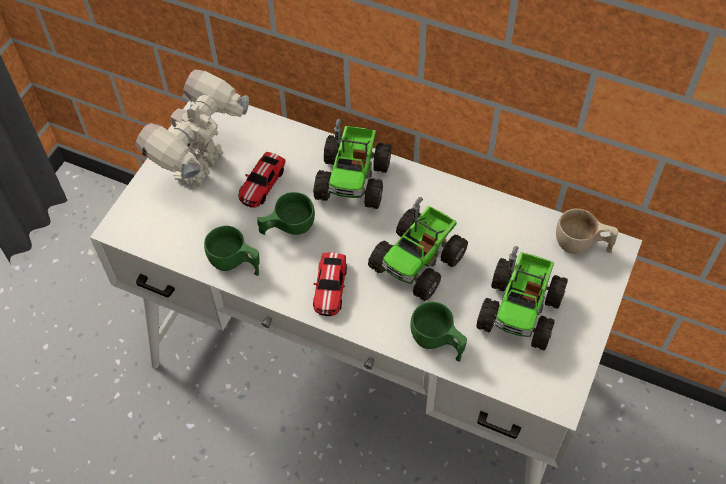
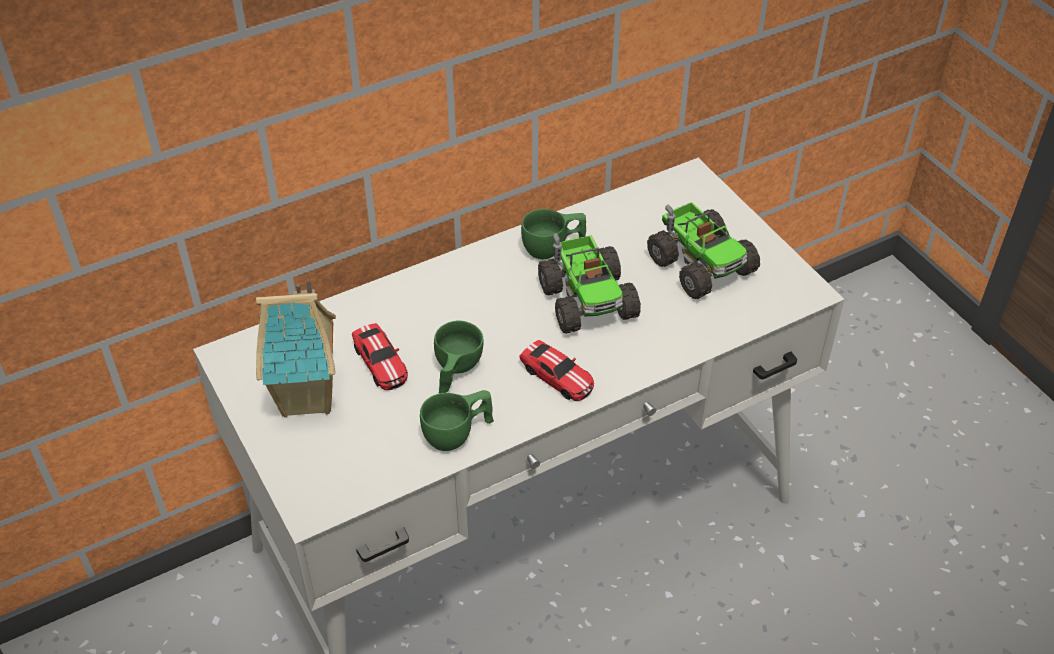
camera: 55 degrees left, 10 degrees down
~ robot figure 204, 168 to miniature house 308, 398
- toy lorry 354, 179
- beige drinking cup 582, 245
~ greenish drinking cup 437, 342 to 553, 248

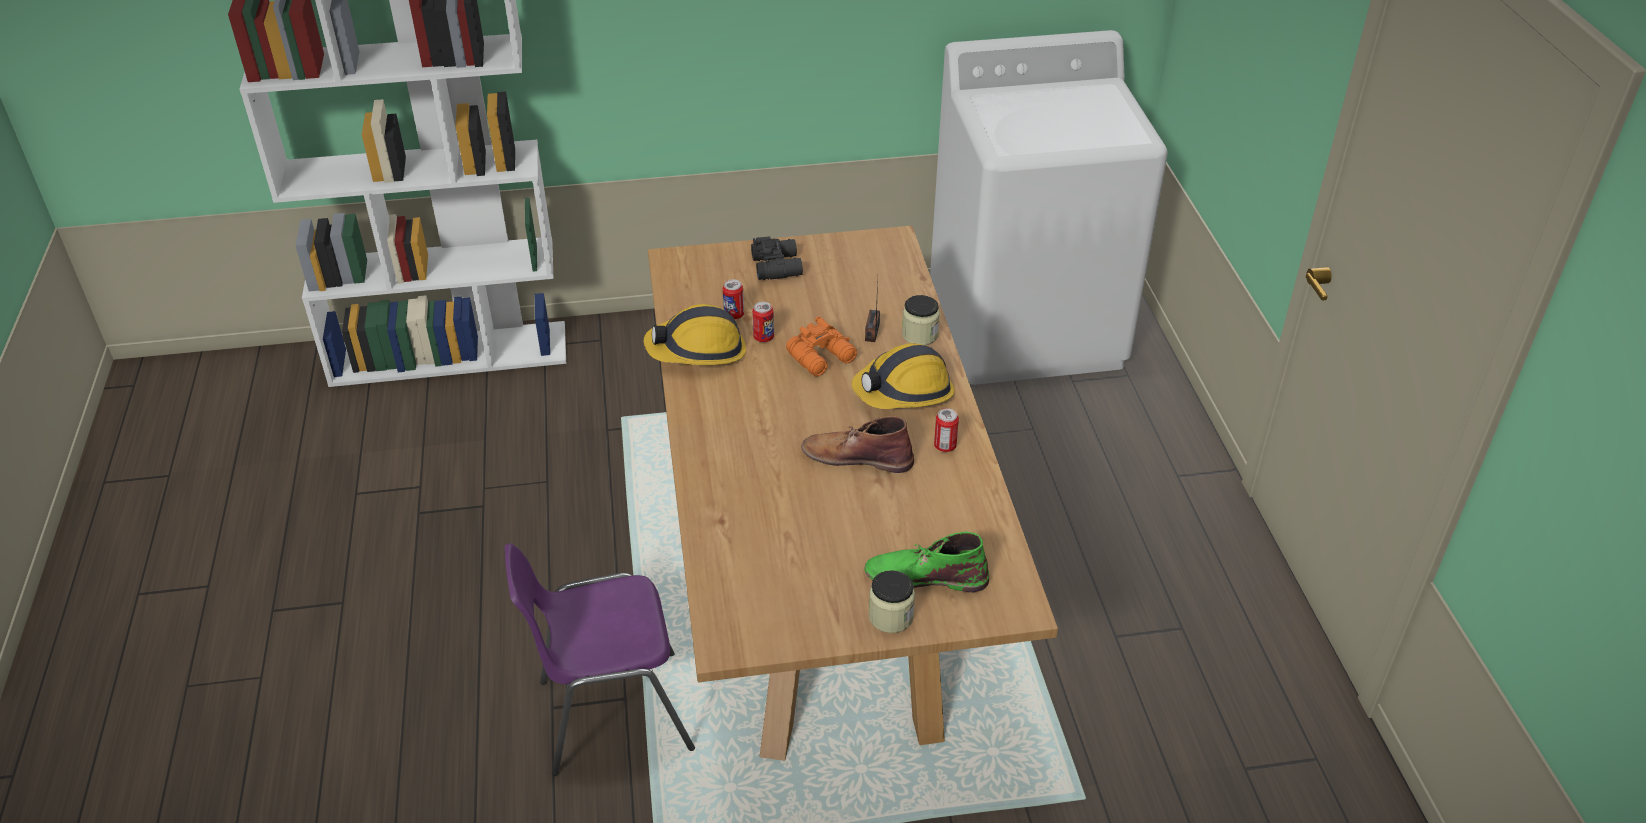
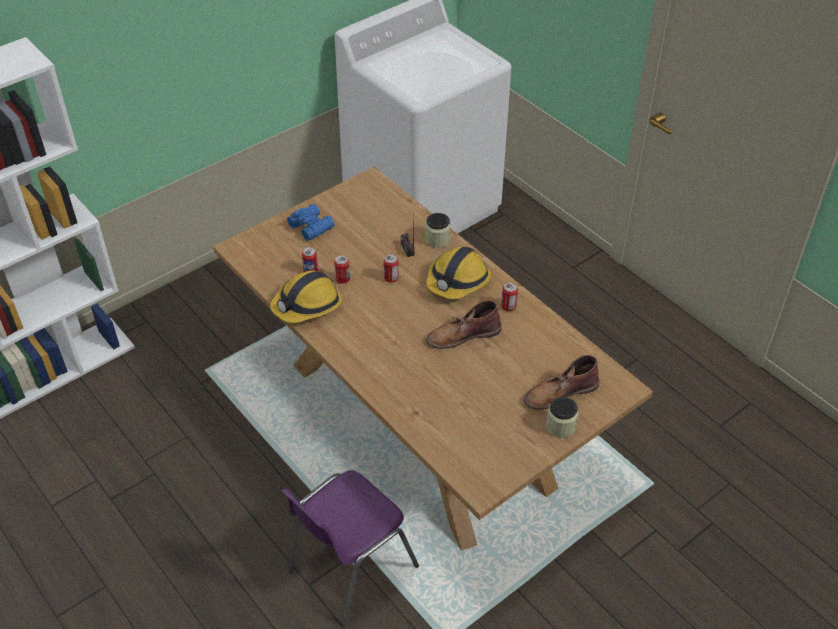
camera: 30 degrees left, 5 degrees up
~ black binoculars 778, 266 to bluish binoculars 311, 226
~ orange binoculars 823, 358 to metal can 391, 278
~ greenish boot 925, 575 to brown-coloured boot 560, 392

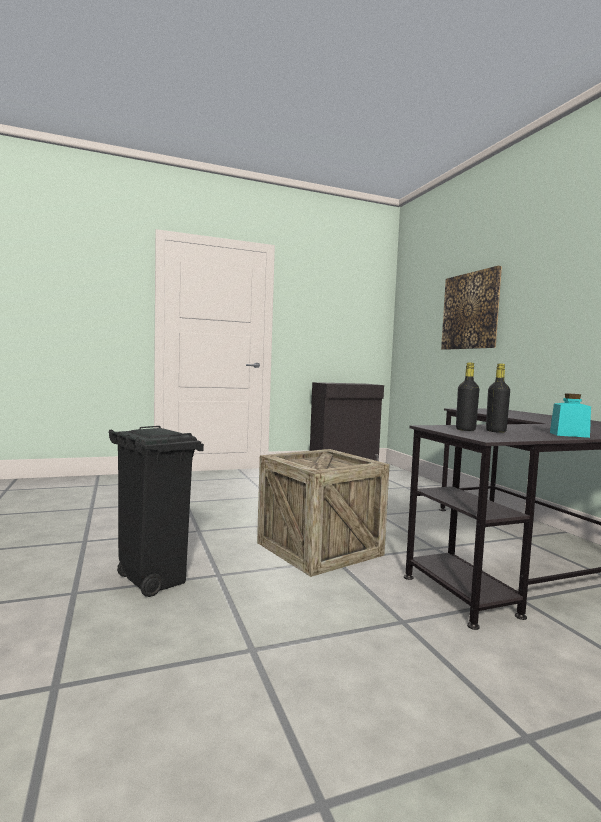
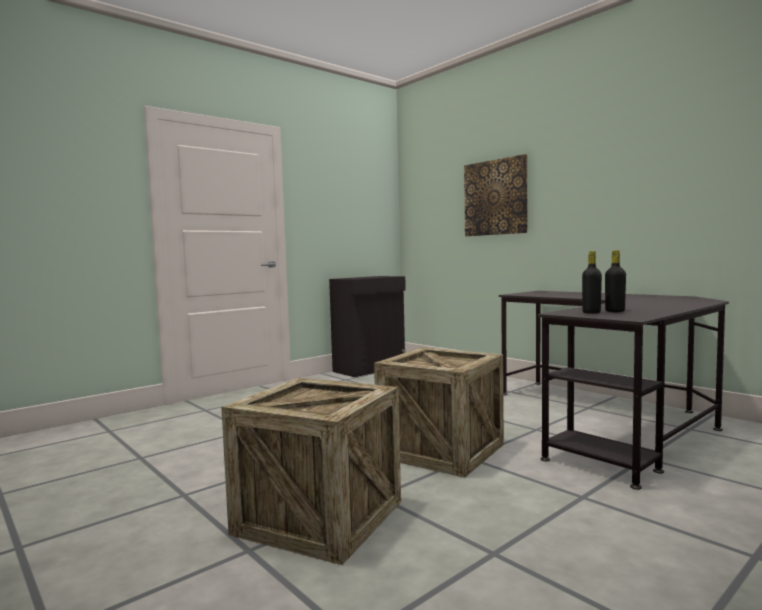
camera: 20 degrees left, 0 degrees up
- blue-green preserve jar 569, 435
~ black rubbish bin 152, 581 to crate 319, 517

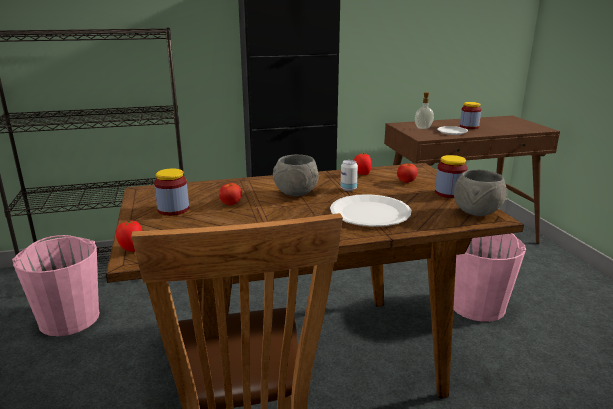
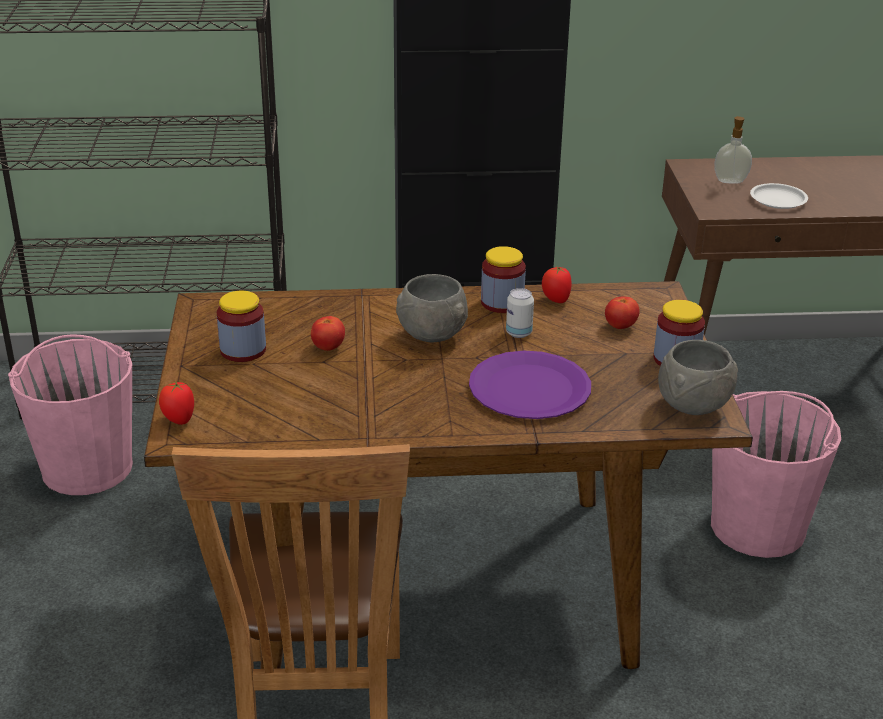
camera: 10 degrees right, 10 degrees up
~ preserve jar 469, 127 to 502, 303
~ white-coloured flat dish 370, 213 to purple-coloured flat dish 529, 388

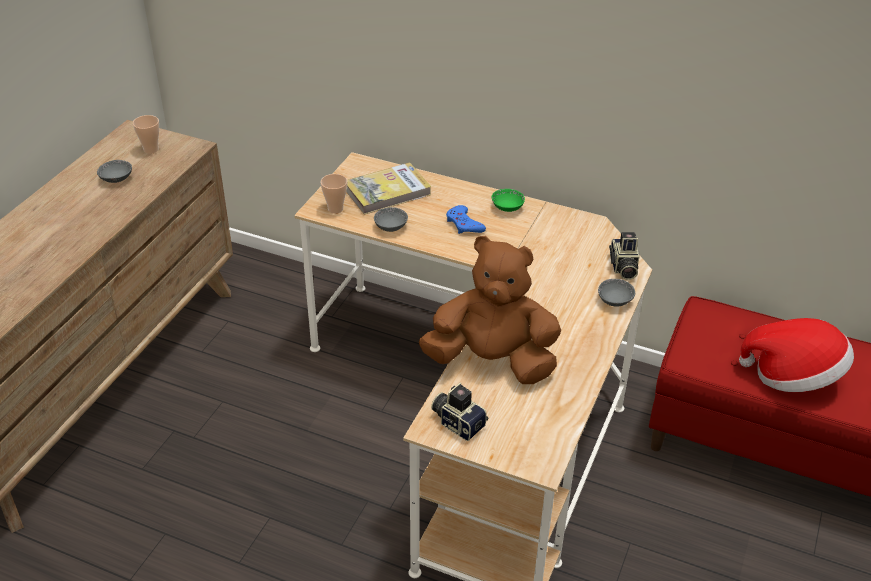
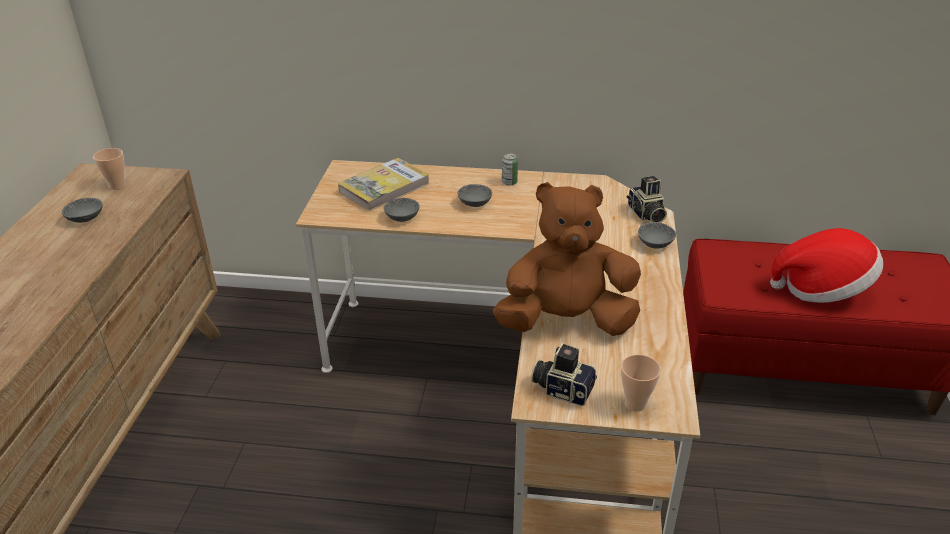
camera: 15 degrees left, 5 degrees down
~ drinking cup 335, 209 to 635, 404
~ greenish bowl 507, 207 to metal can 509, 182
~ bluish joypad 464, 224 to gray bowl 475, 203

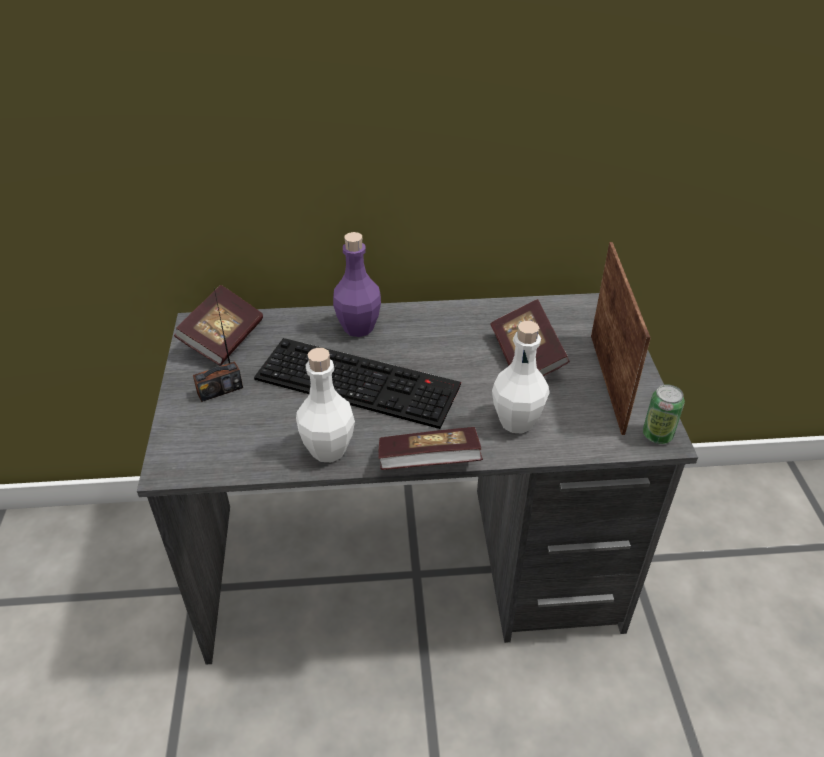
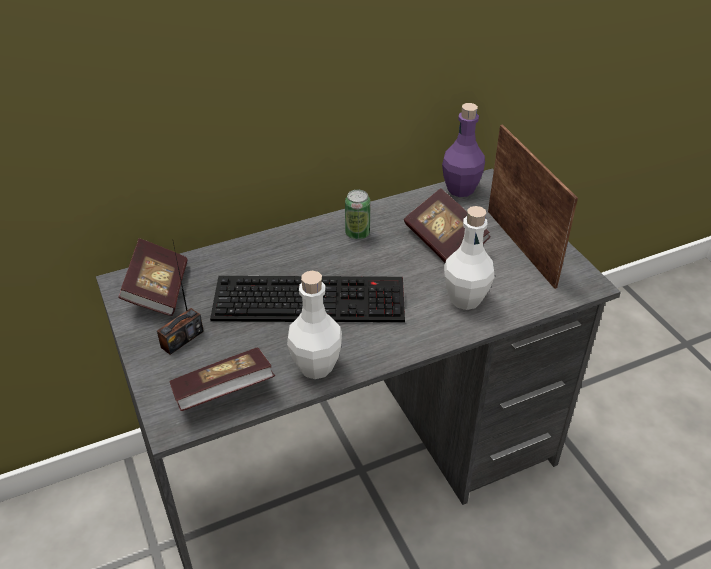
camera: 20 degrees left, 0 degrees up
~ purple-coloured drink bottle 358, 327 to 460, 189
~ metal can 657, 435 to 357, 233
~ bound book 429, 463 to 223, 392

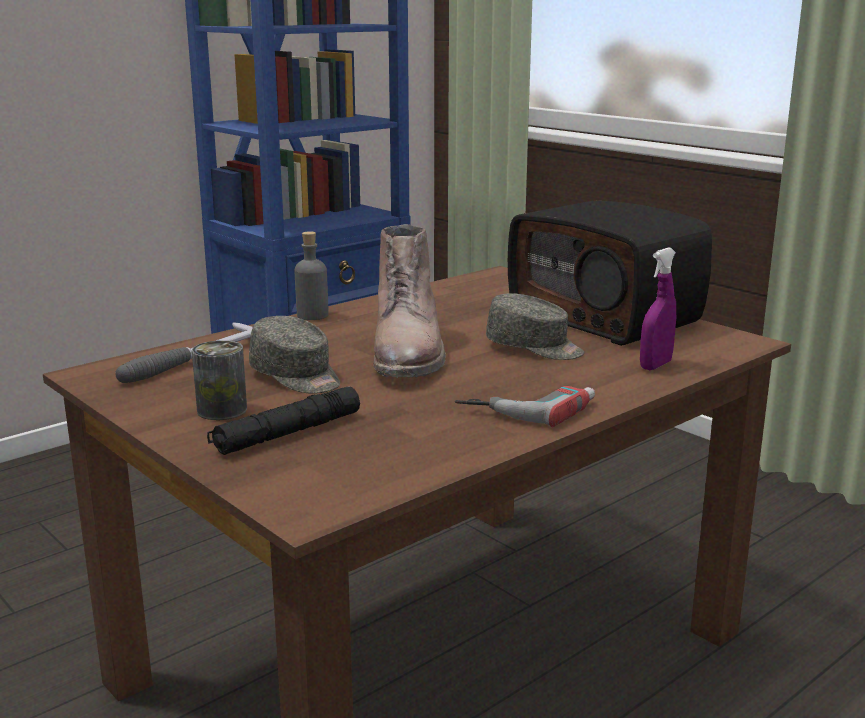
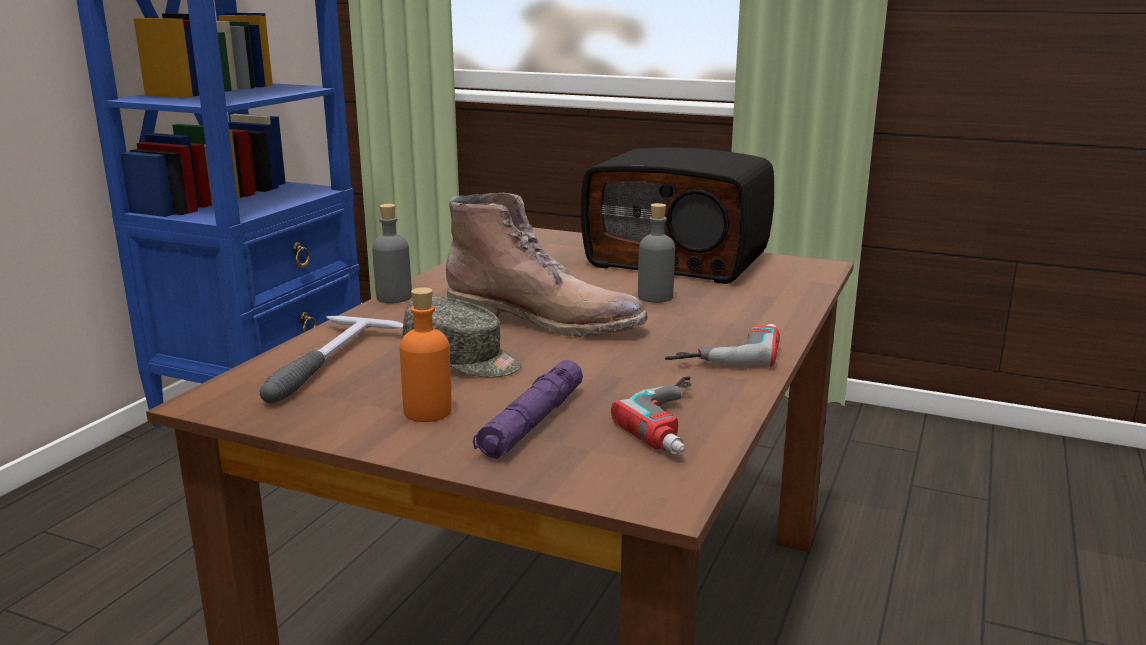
camera: 25 degrees left, 0 degrees up
~ brown-coloured boot 409, 353 = 546, 320 45 degrees counterclockwise
- purple-coloured hand sprayer 655, 365
~ gray cap 534, 348 to gray drink bottle 655, 297
~ metal can 222, 410 to orange drink bottle 428, 412
~ black flashlight 287, 433 to purple-coloured flashlight 532, 422
+ electric drill 681, 423

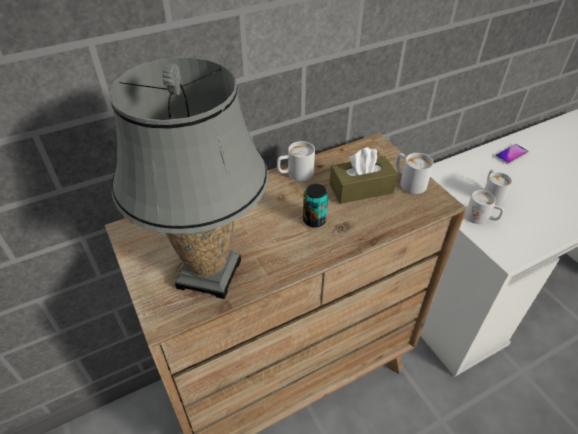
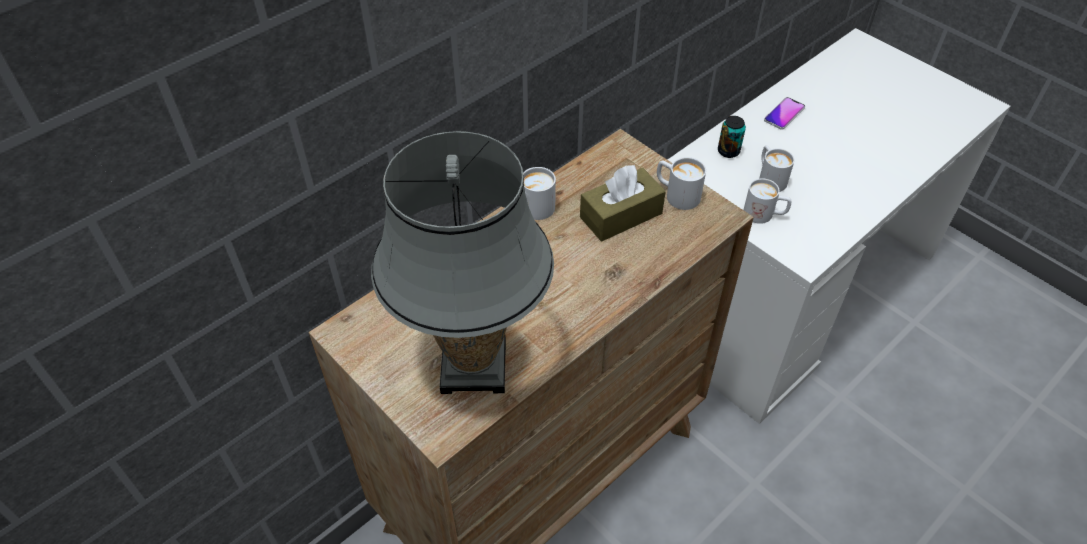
camera: 15 degrees left, 5 degrees up
~ metal can 314, 220 to 728, 151

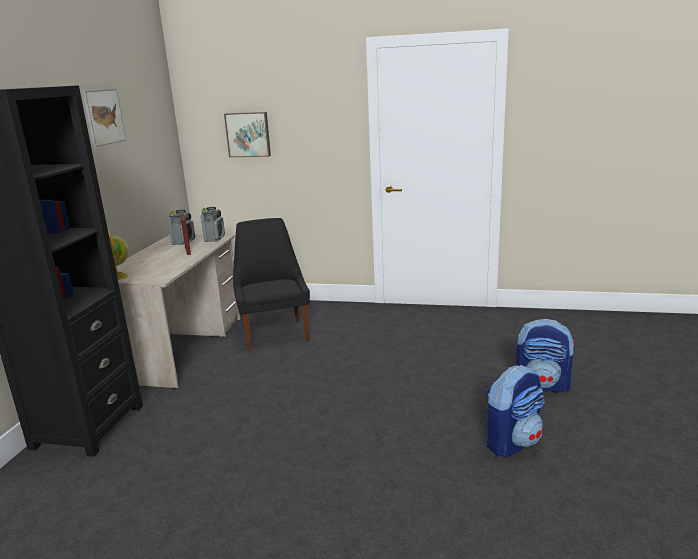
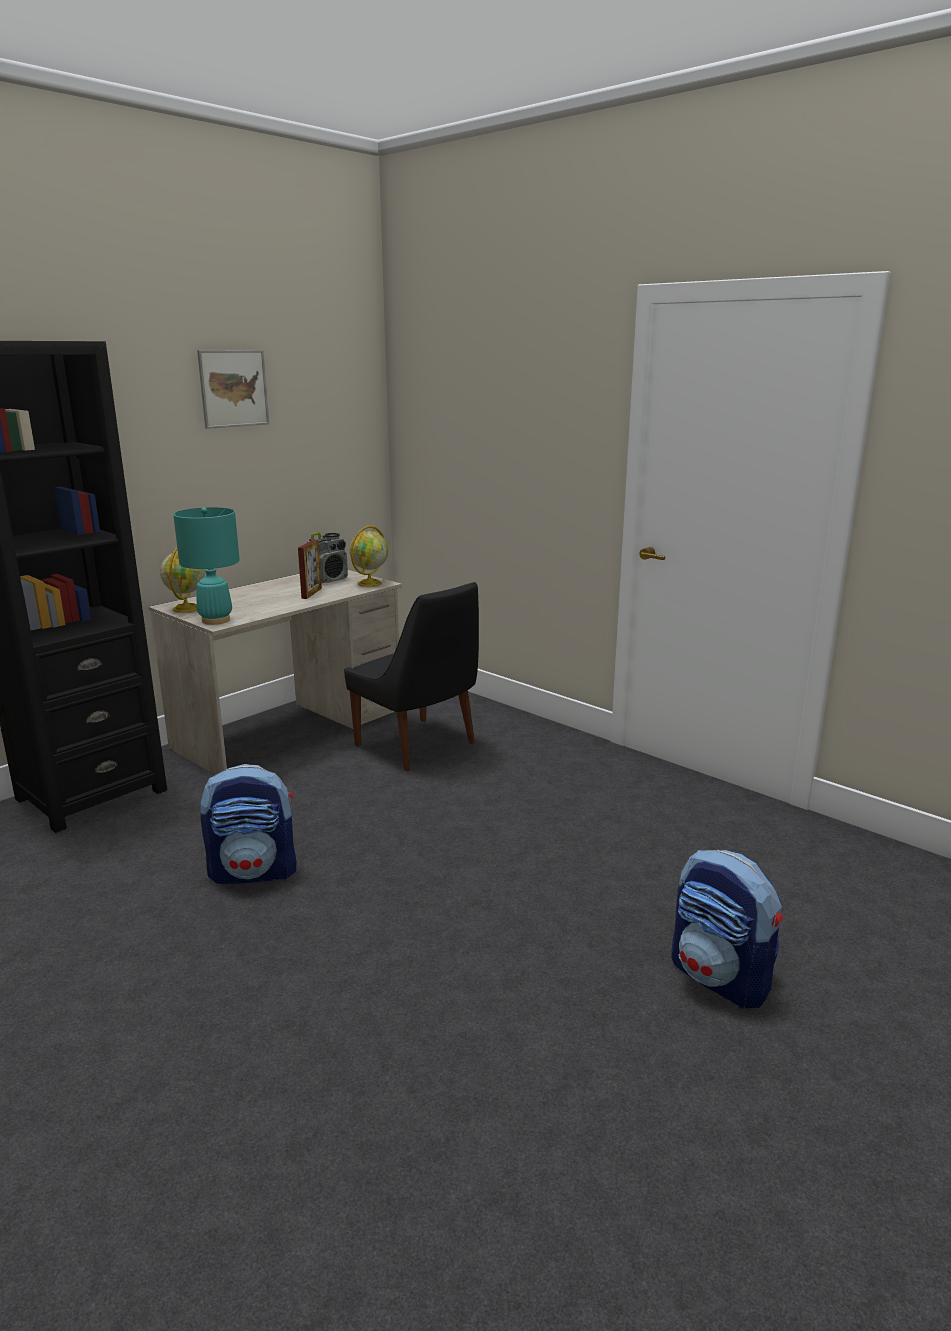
camera: 30 degrees right, 0 degrees up
- wall art 248, 134
~ radio receiver 215, 238 to world globe 370, 583
~ black upright chair 274, 334 = 418, 746 120 degrees clockwise
~ knapsack 512, 442 to 254, 872
+ blue-green table lamp 215, 620

